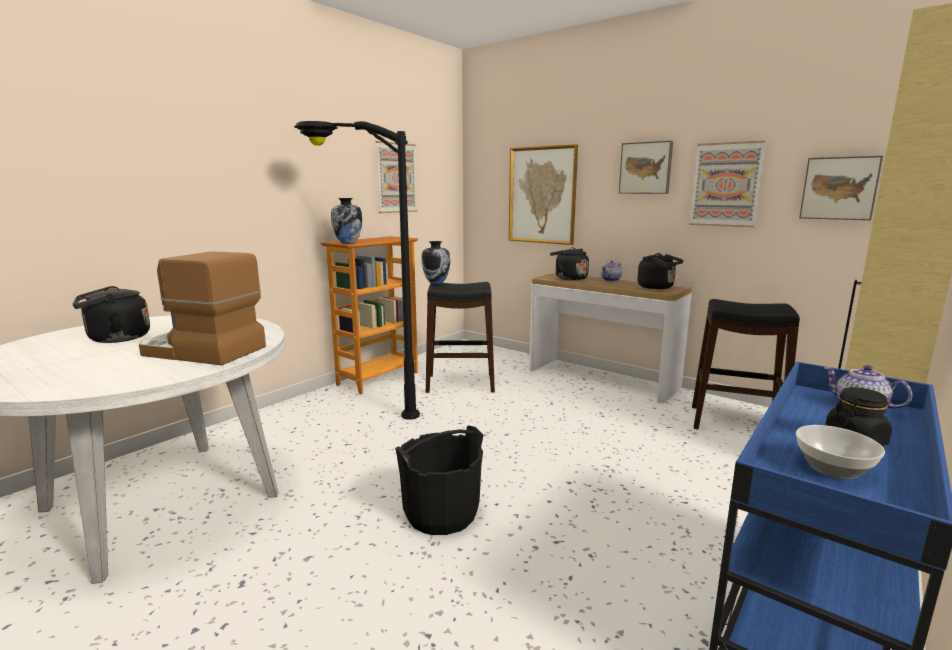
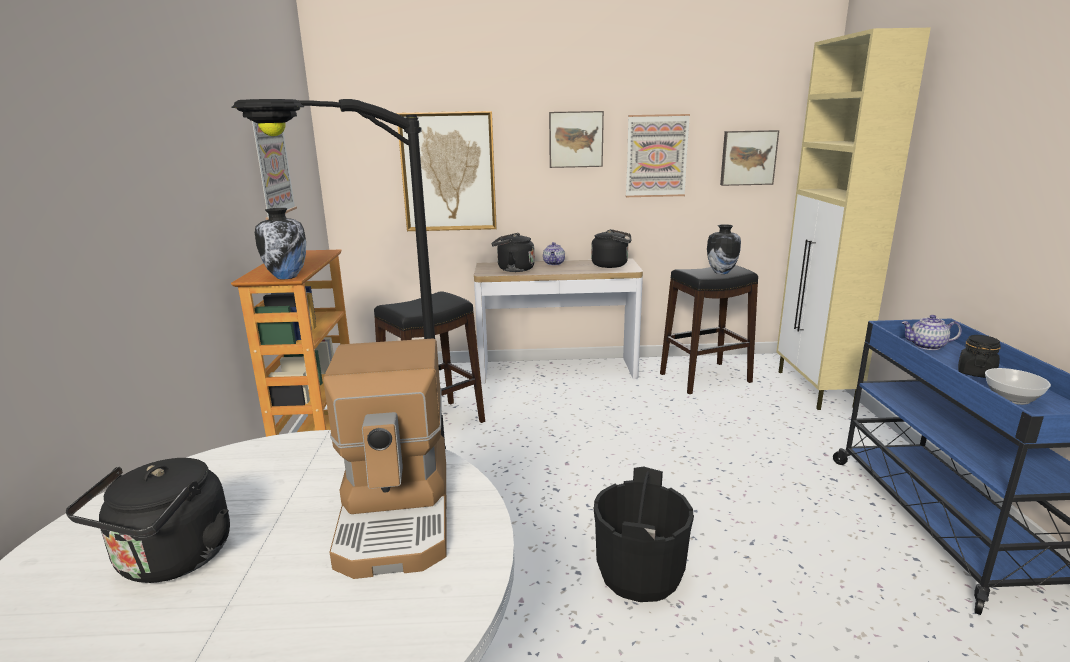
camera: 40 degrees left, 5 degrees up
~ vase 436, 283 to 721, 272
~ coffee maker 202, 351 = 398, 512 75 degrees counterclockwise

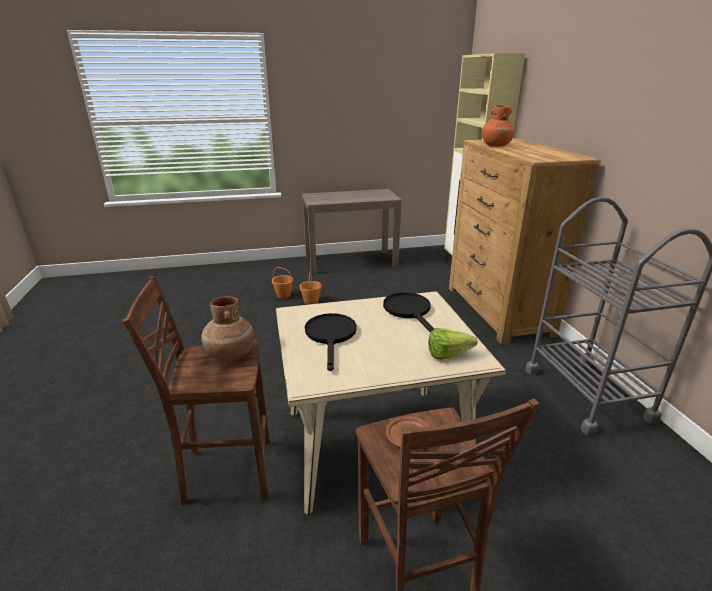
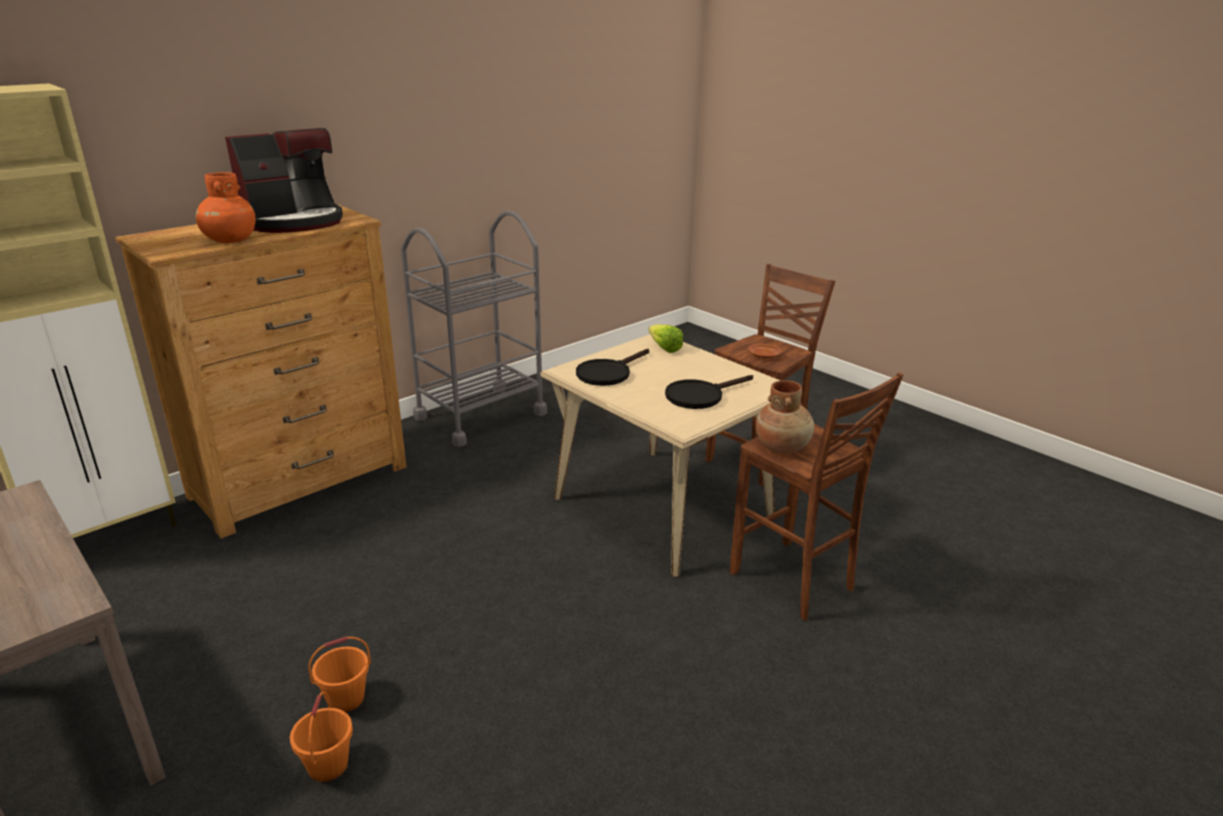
camera: 120 degrees left, 0 degrees up
+ coffee maker 293, 221

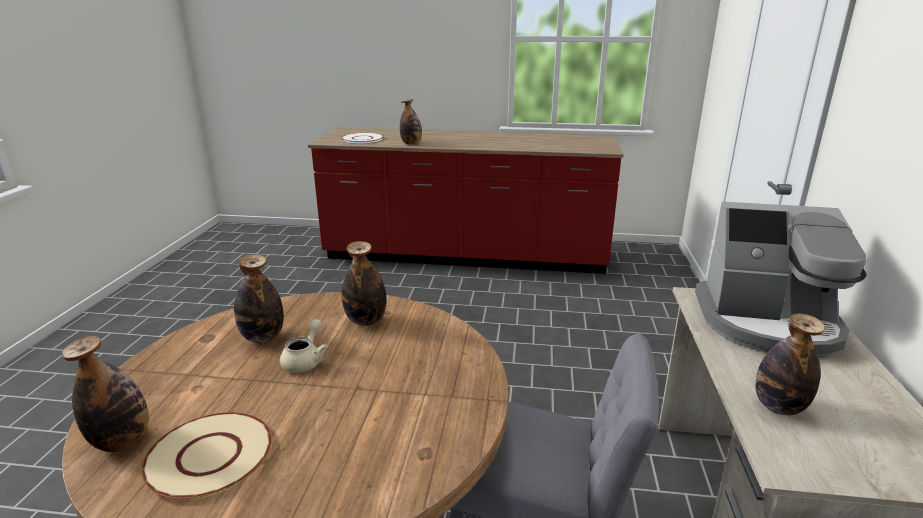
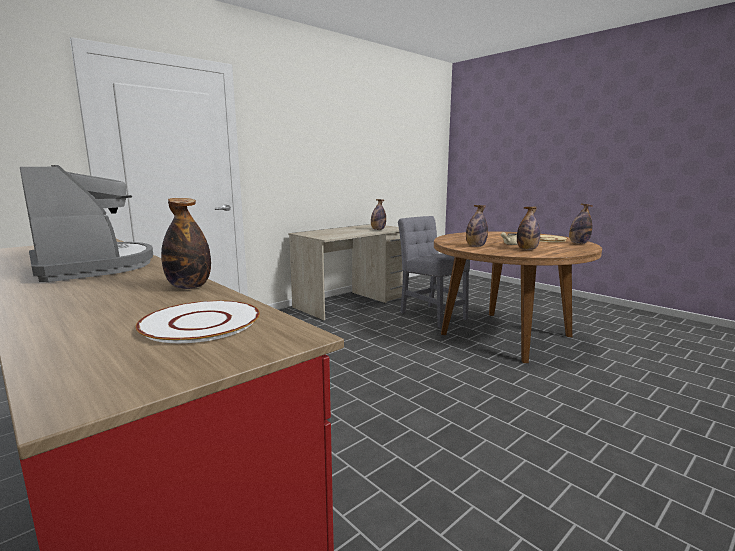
camera: 140 degrees left, 10 degrees down
~ coffee maker 768, 324 to 92, 266

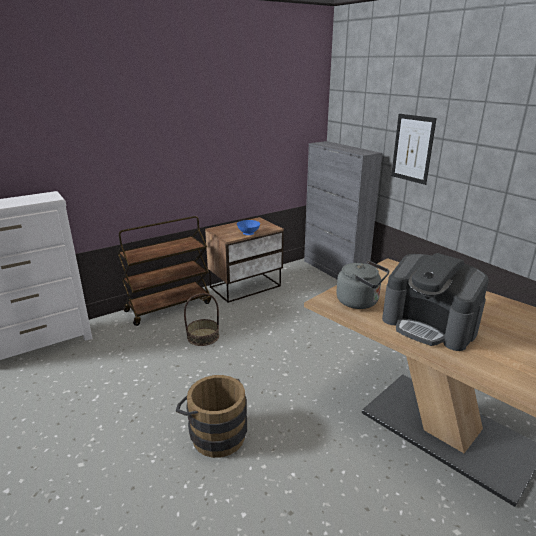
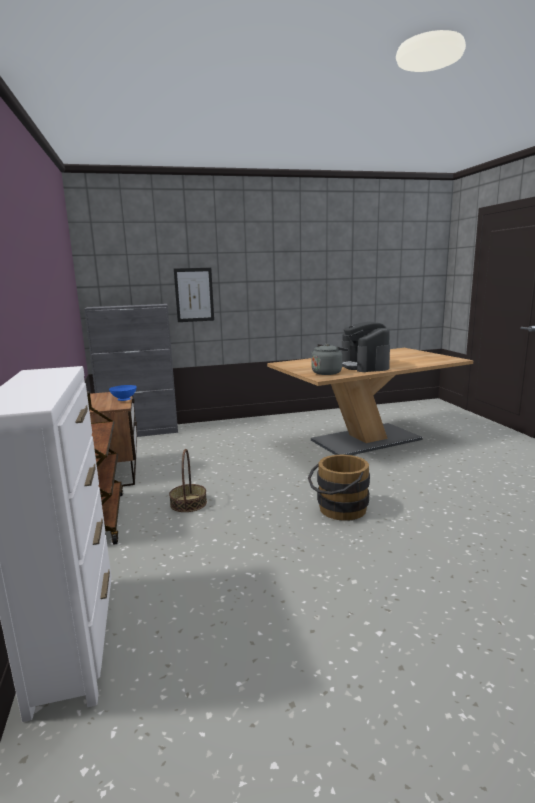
camera: 70 degrees left, 10 degrees down
~ coffee maker 429, 325 = 364, 366 105 degrees clockwise

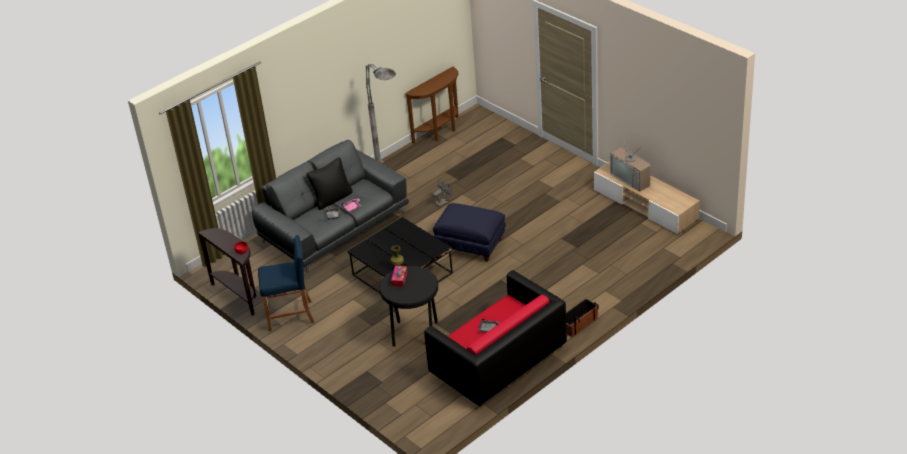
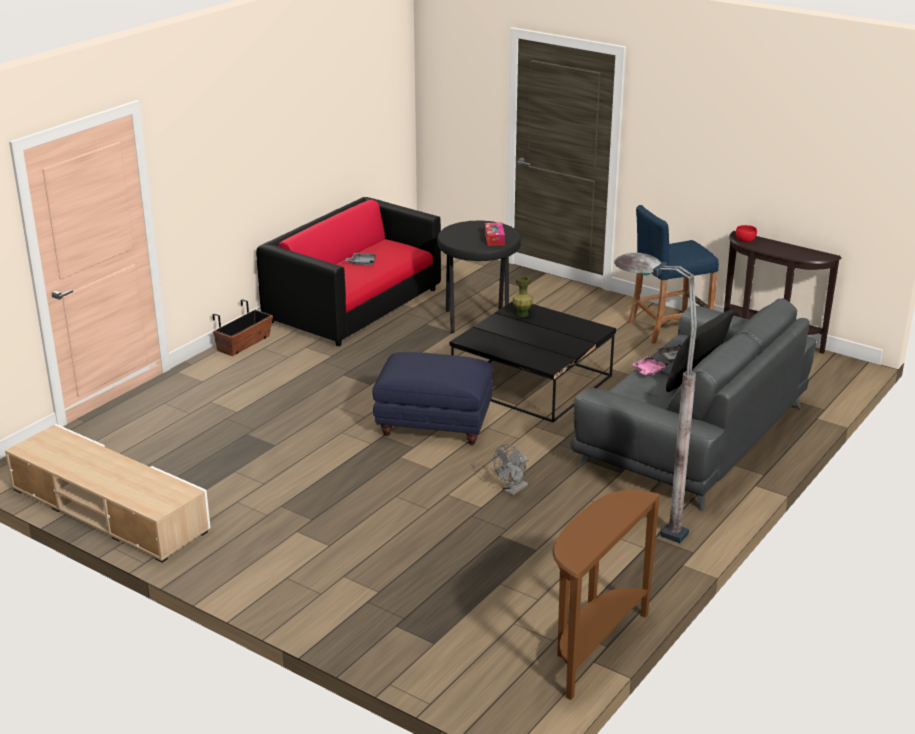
camera: 165 degrees right, 10 degrees down
- TV set 632, 178

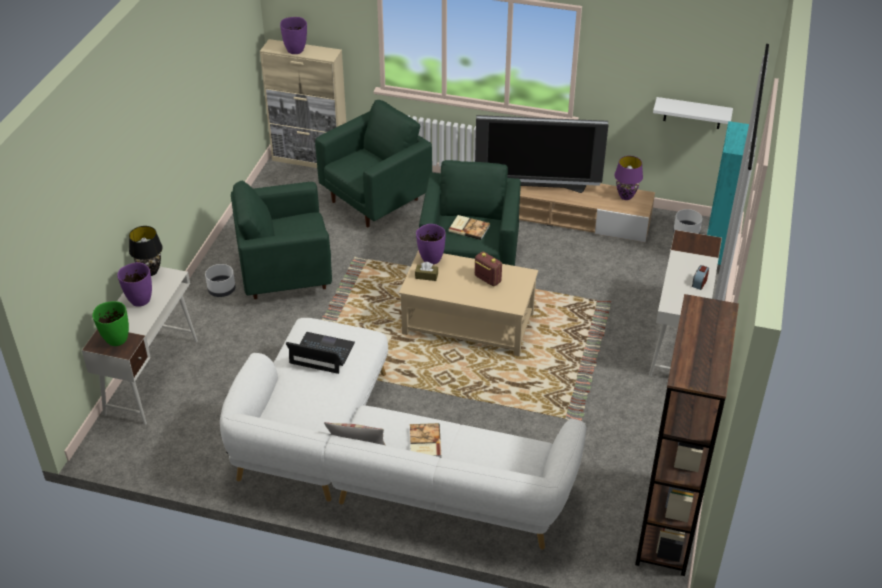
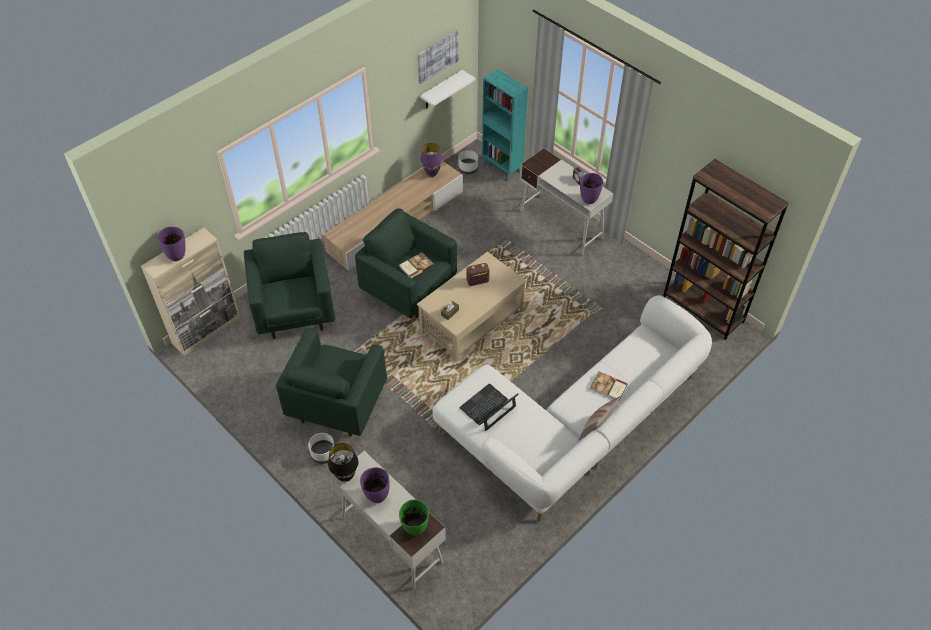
camera: 60 degrees left, 10 degrees up
- TV set 538, 185
~ purple-coloured vase 431, 259 to 589, 199
+ wall art 437, 57

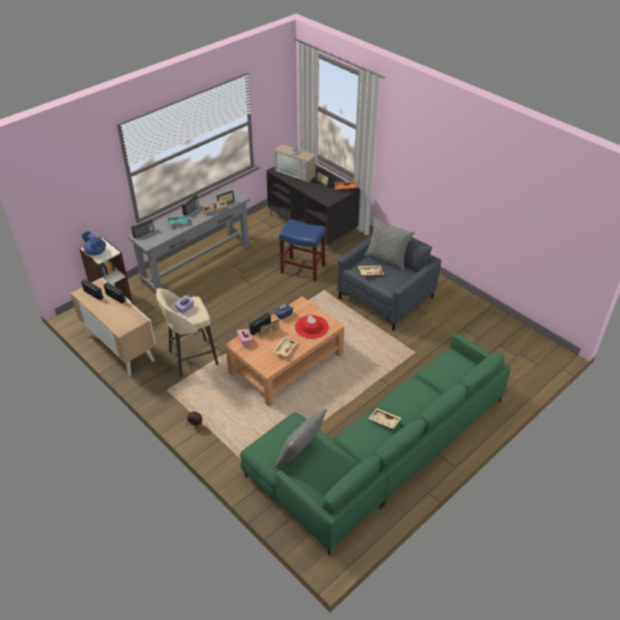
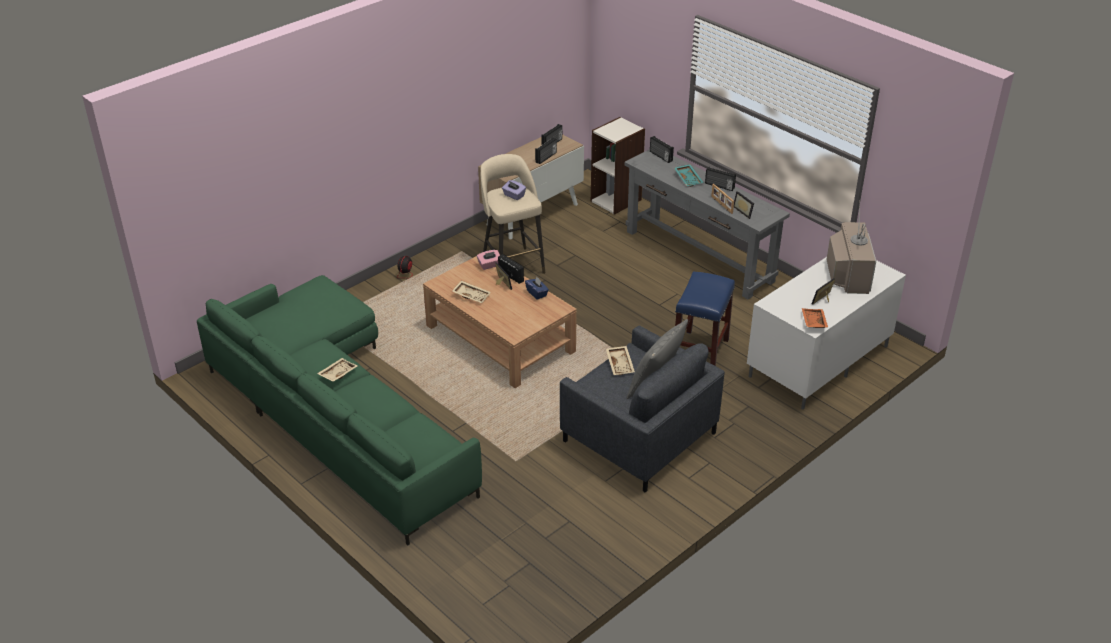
camera: 90 degrees right, 5 degrees down
~ TV set 297, 172 = 847, 273 150 degrees clockwise
~ black tv stand 313, 224 to white-coloured tv stand 819, 362
- bluish pot for tea 95, 252
- red-coloured wearable hat 311, 327
- gray pillow 300, 453

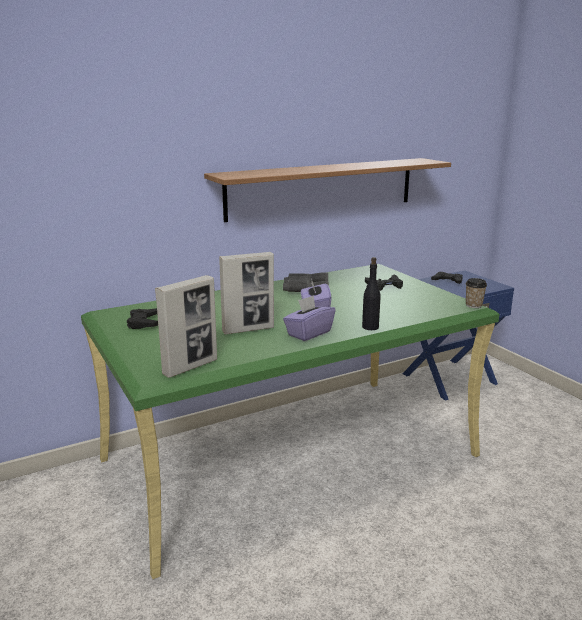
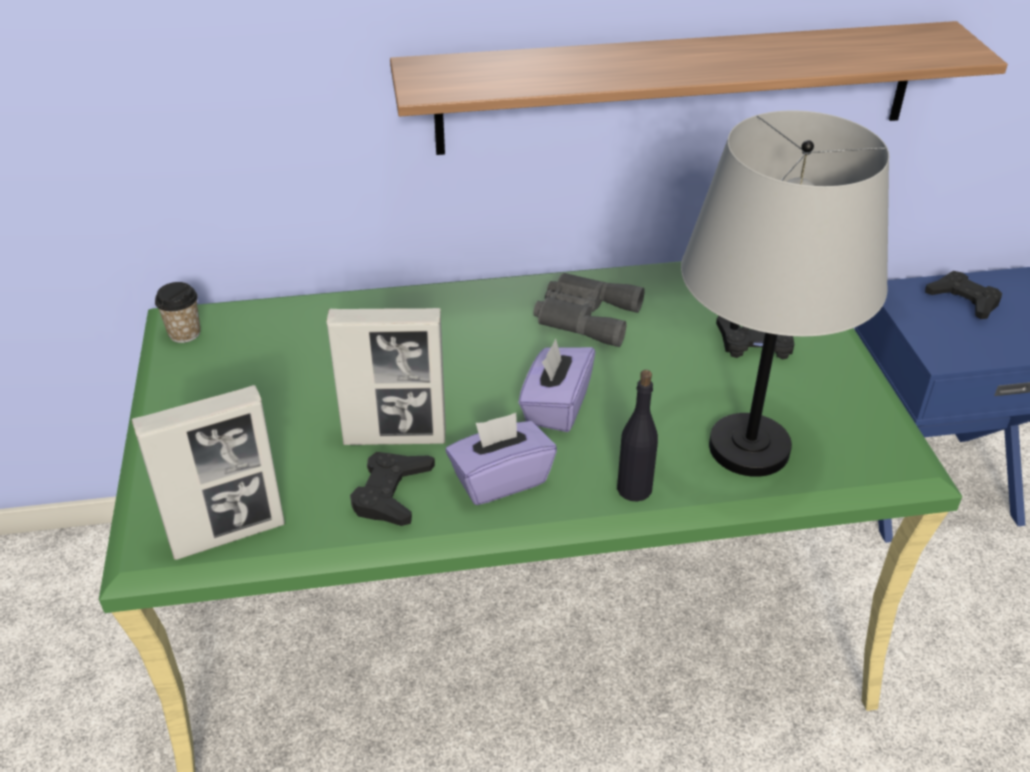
camera: 20 degrees right, 20 degrees up
~ drinking cup 473, 305 to 184, 333
~ black joypad 144, 322 to 392, 493
+ gray table lamp 749, 447

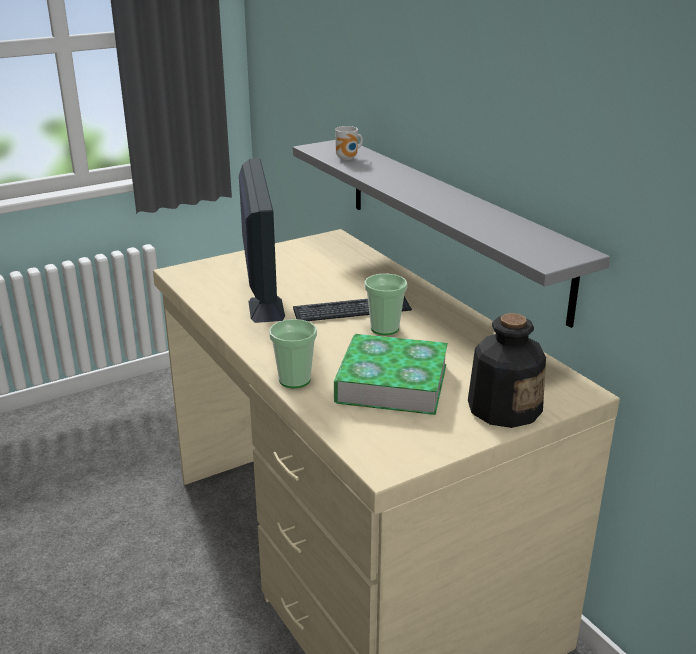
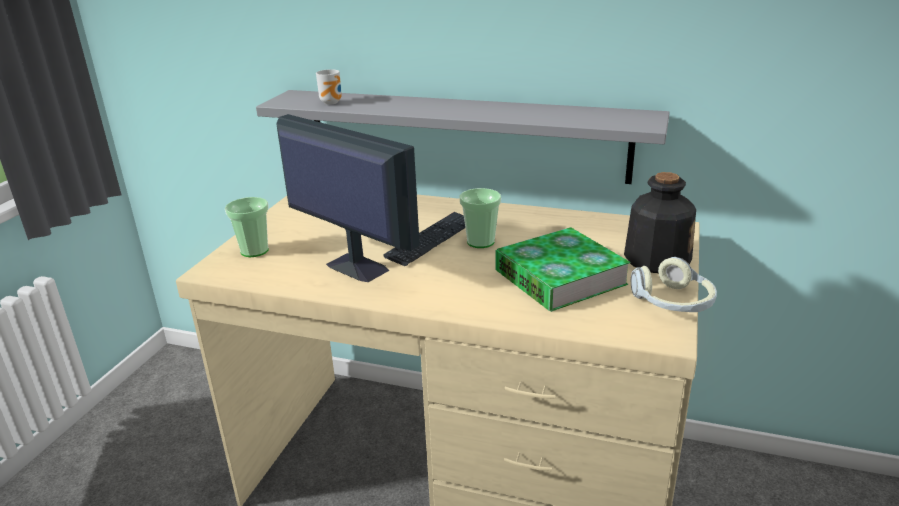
camera: 40 degrees left, 0 degrees up
~ drinking cup 294, 380 to 254, 251
+ headphones 673, 303

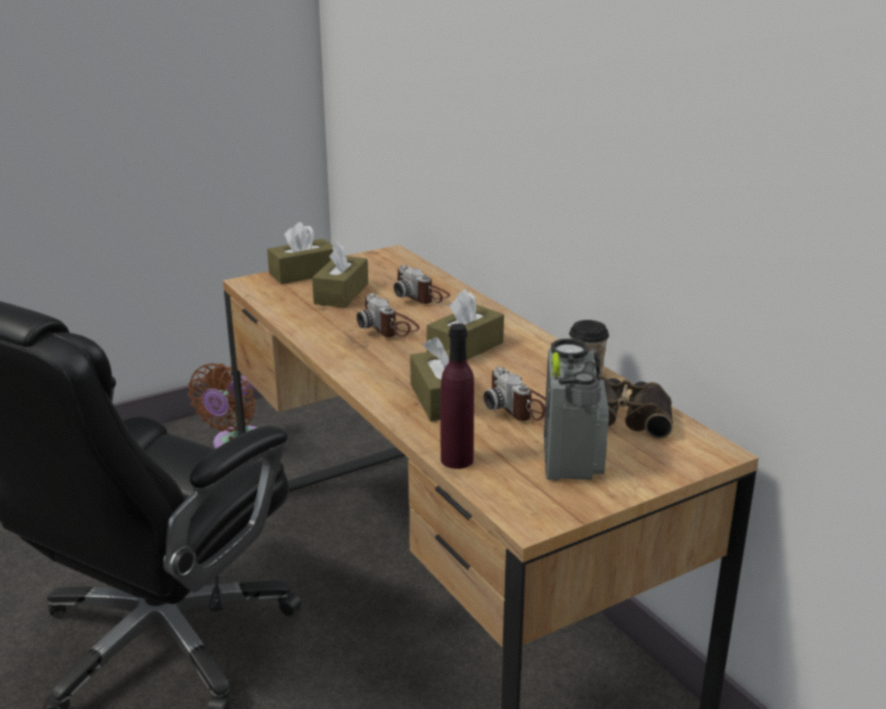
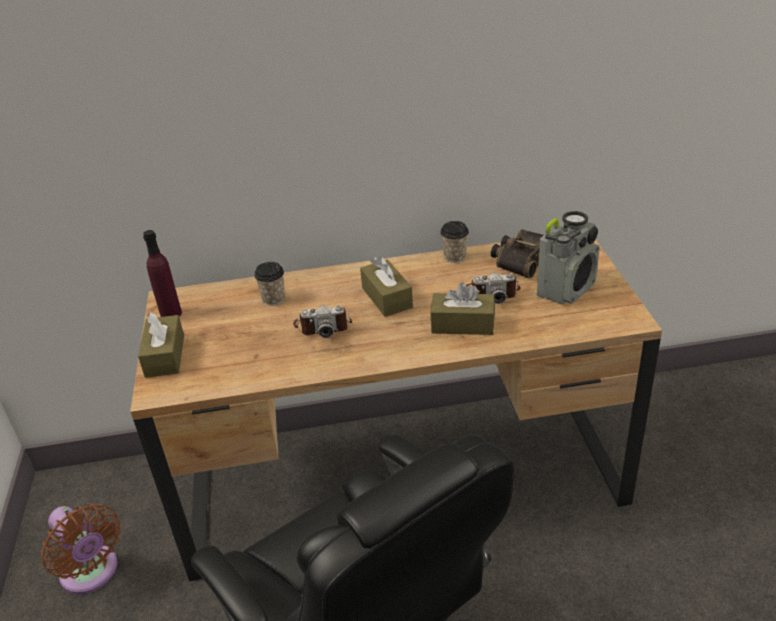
camera: 65 degrees left, 10 degrees up
- brown-coloured tissue box 341, 294
~ photo camera 422, 295 to drinking cup 273, 299
~ purple-coloured drink bottle 456, 460 to 171, 314
~ radio receiver 572, 458 = 566, 289 105 degrees clockwise

